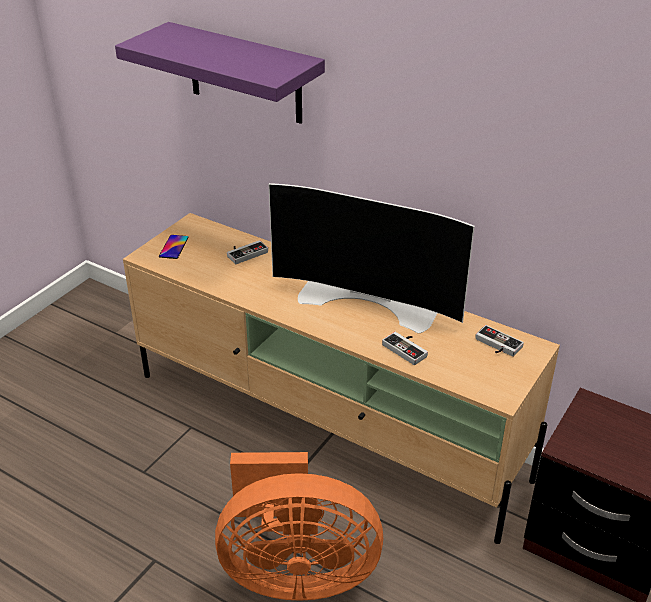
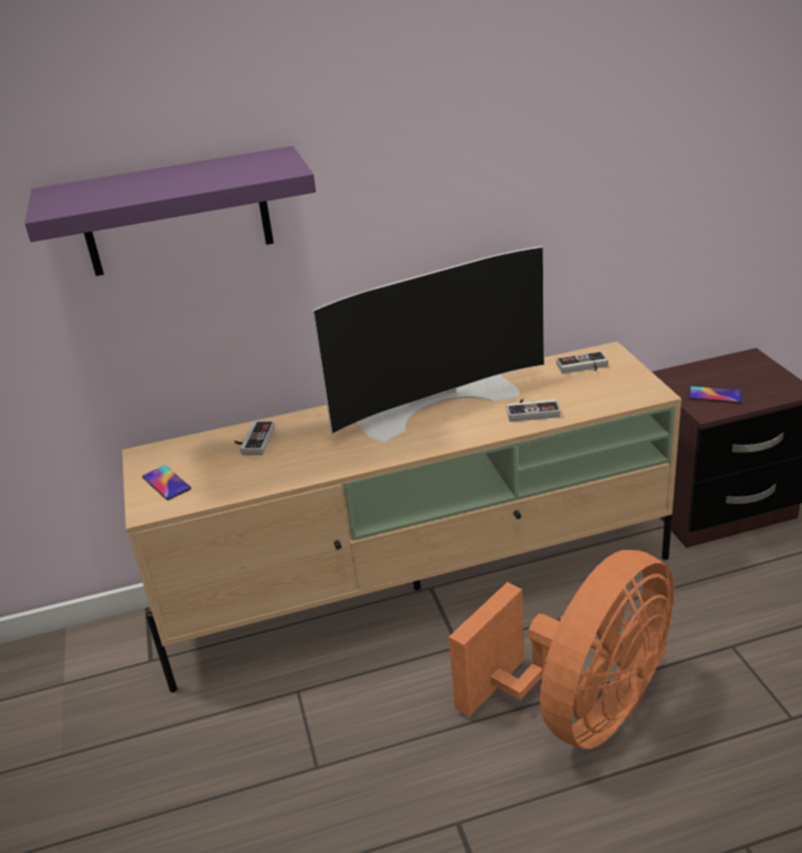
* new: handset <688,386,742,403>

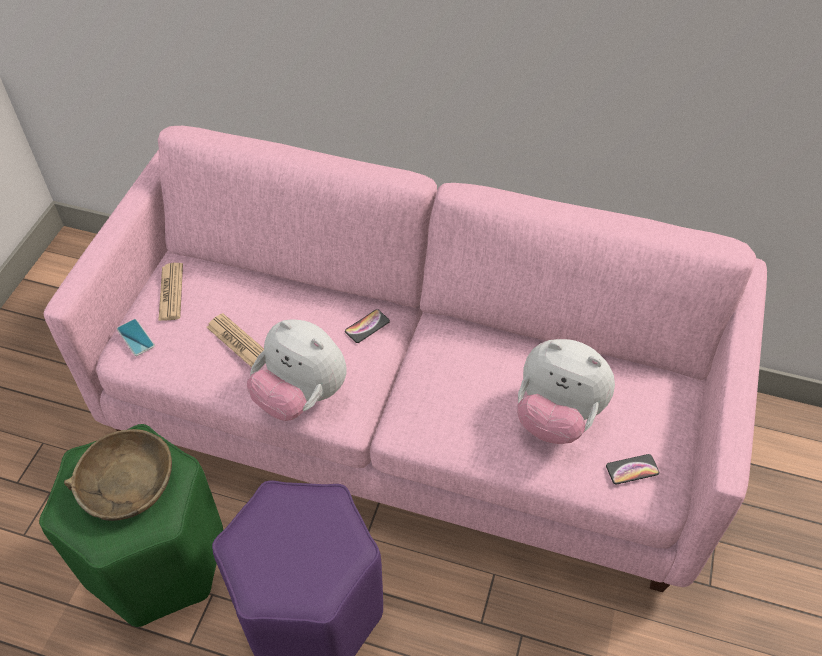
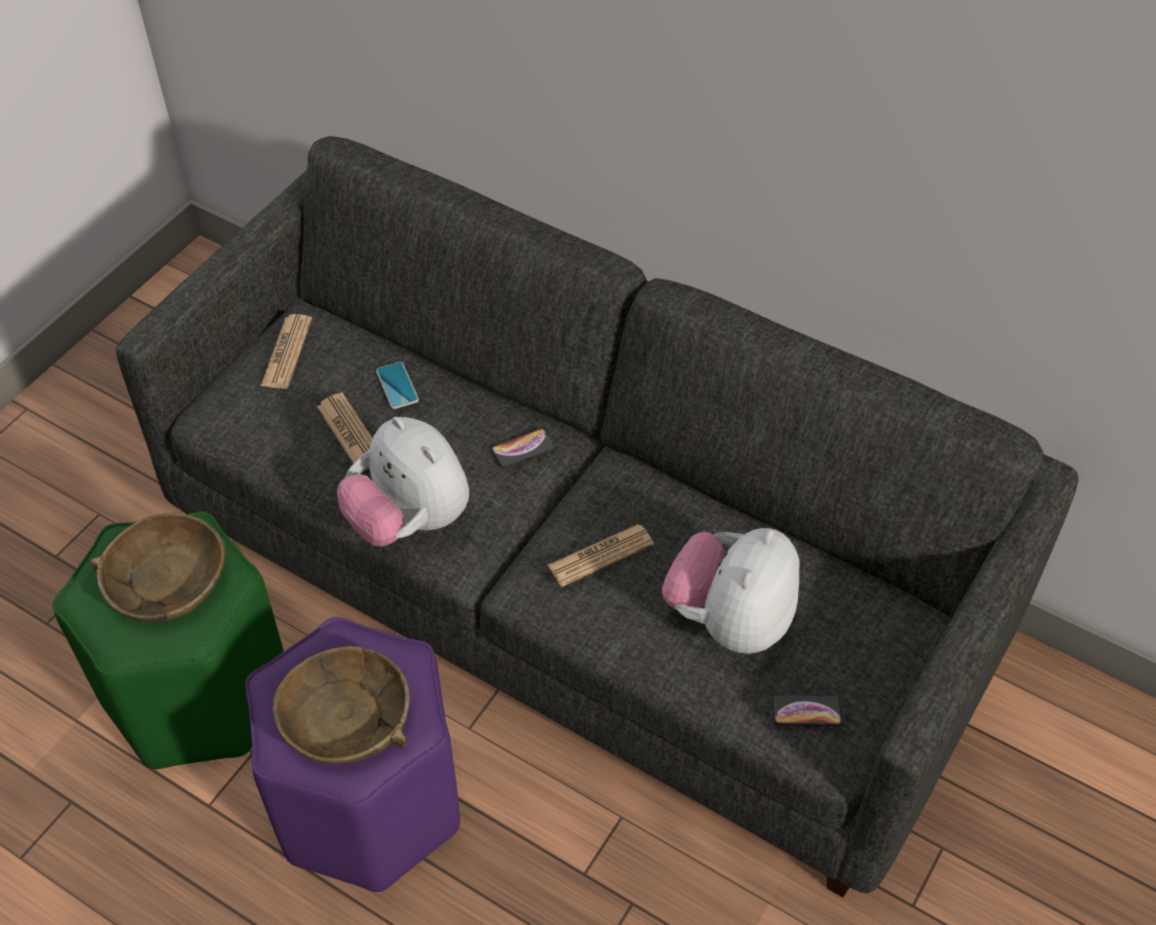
* new: brown deep dish <272,646,410,764>
* new: daily paper <548,524,654,587>
* shifted: handset <117,319,155,356> to <376,362,419,409>
* repainted: pink settee <44,126,767,592> to gray settee <116,136,1079,897>
* rotated: cuddly toy <517,339,615,444> = <662,528,800,654> 75 degrees clockwise

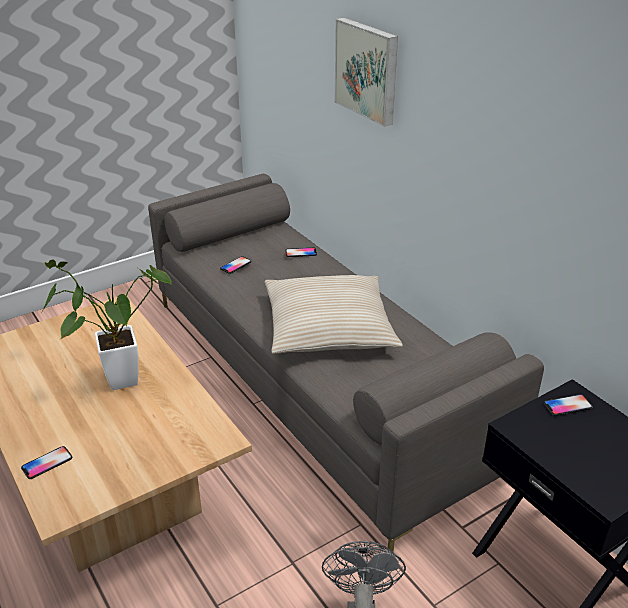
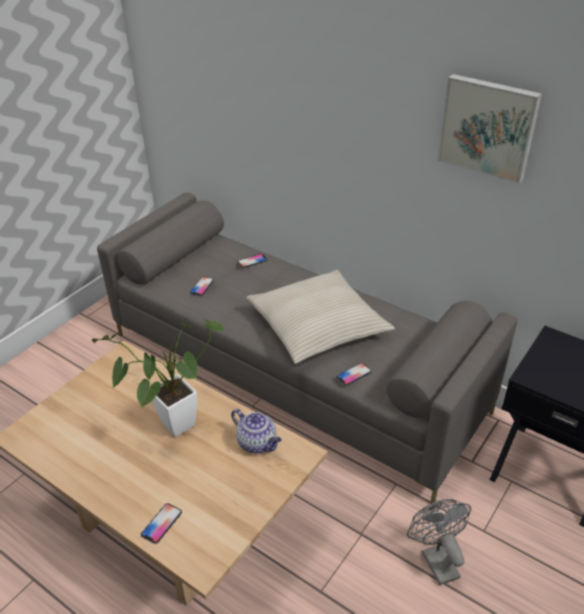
* new: teapot <231,409,282,454>
* shifted: picture <335,18,398,127> to <437,74,542,184>
* shifted: handset <543,394,593,416> to <337,363,372,386>

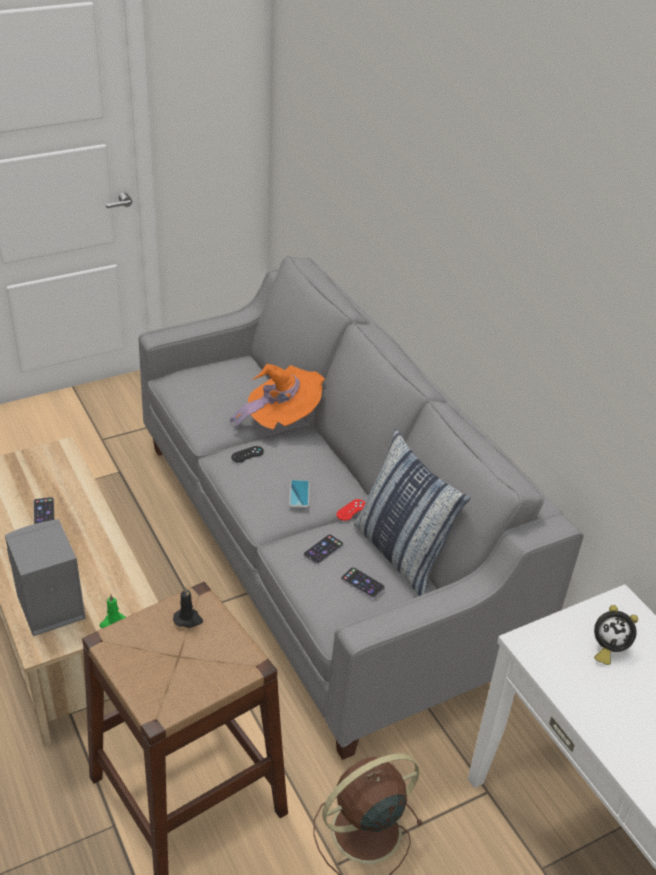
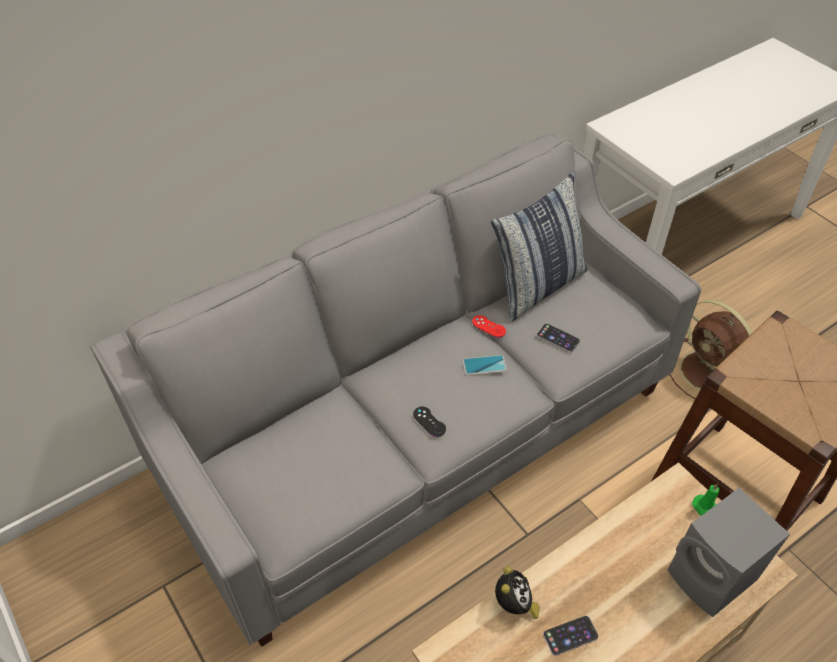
* gone: black-coloured wax candle <173,586,203,628>
* gone: orangey hat <230,364,325,430>
* gone: handset <341,567,385,599>
* shifted: bedside clock <594,605,638,665> to <495,566,539,619>

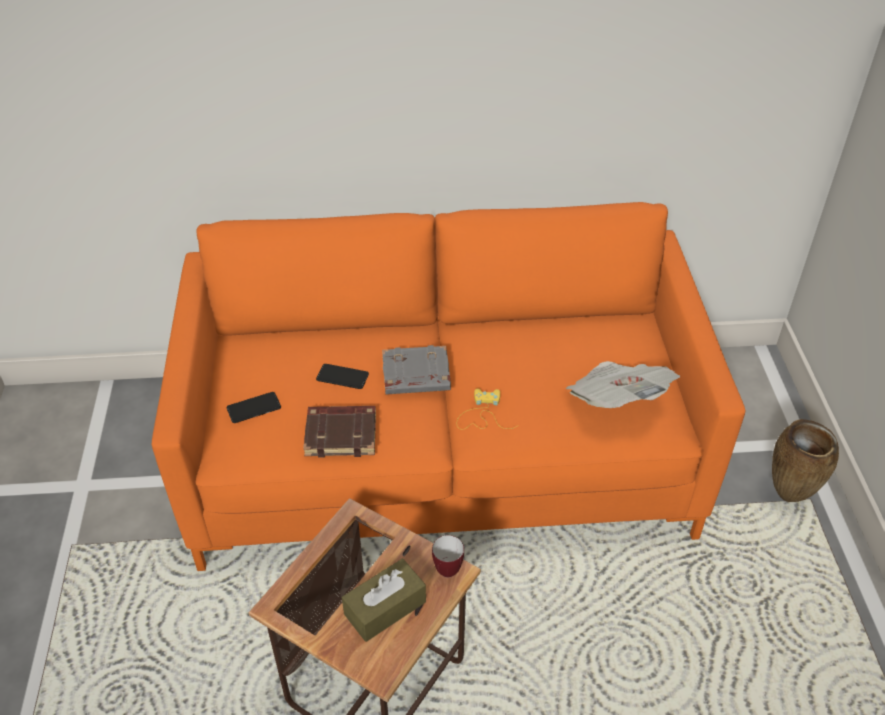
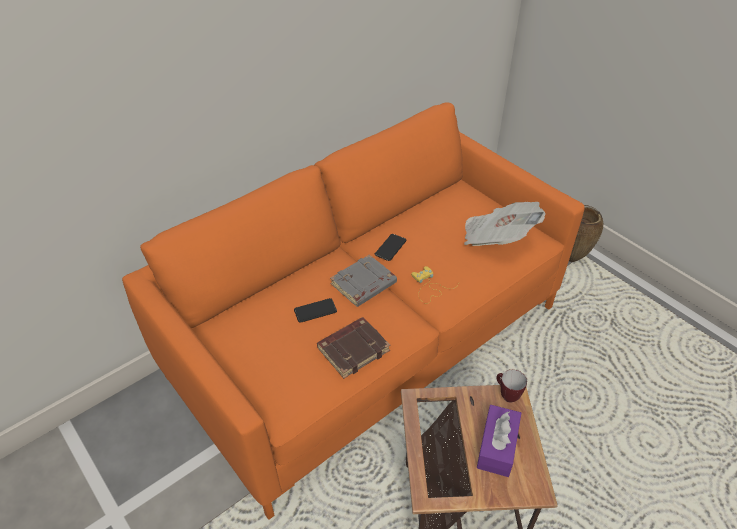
* shifted: handset <227,392,281,423> to <375,234,407,261>
* repainted: brown box of tissues <342,559,426,642> to purplish box of tissues <477,405,521,477>

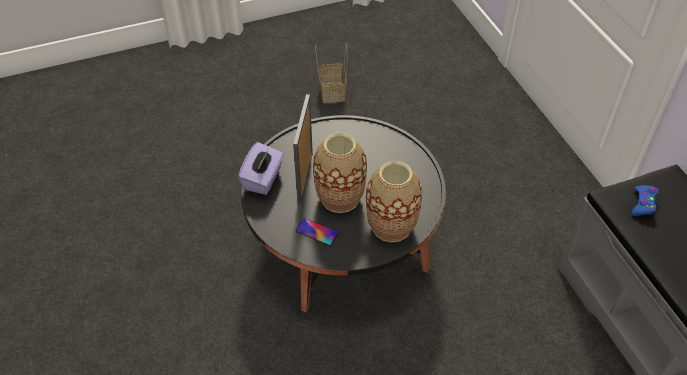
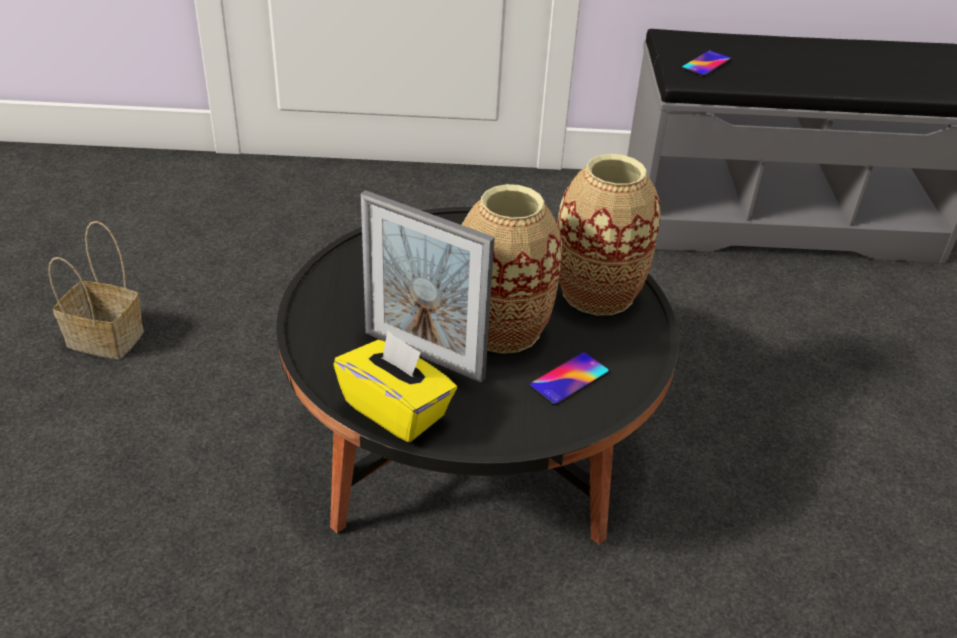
* swapped: bluish gamepad <632,185,659,216> to handset <681,50,731,76>
* repainted: purplish box of tissues <238,142,284,195> to yellow-coloured box of tissues <333,331,457,442>

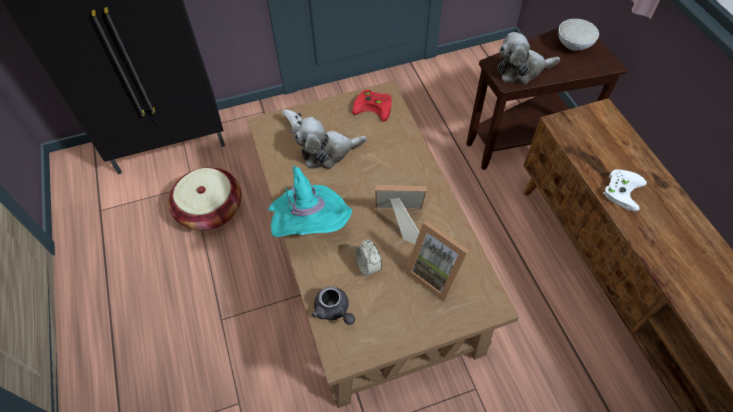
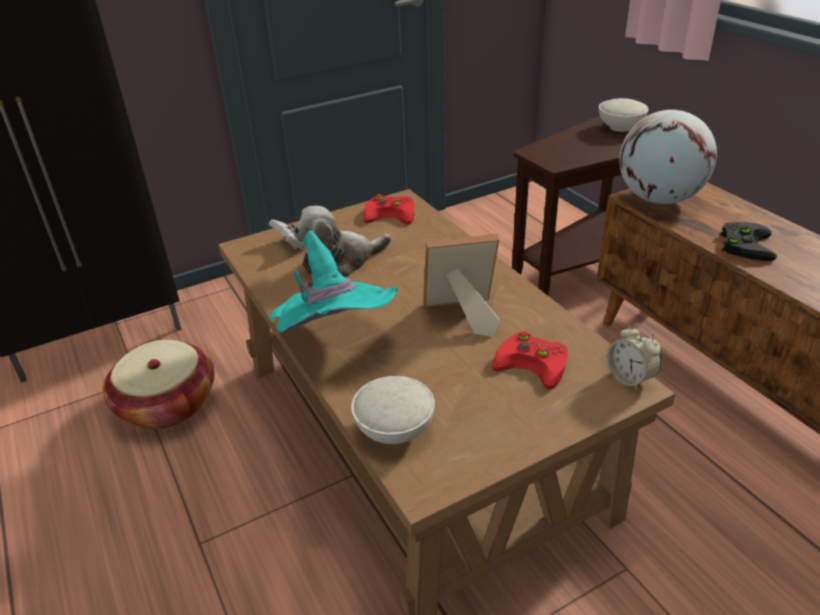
* gone: cuddly toy <497,32,560,84>
* new: globe <619,110,717,204>
* shifted: bedside clock <355,240,382,277> to <607,324,661,391>
* swapped: gray teapot <312,286,355,325> to white deep dish <351,376,435,444>
* swapped: picture frame <404,221,470,302> to red-coloured gamepad <492,331,568,390>
* repainted: white gamepad <603,169,647,211> to black-coloured gamepad <720,222,777,261>

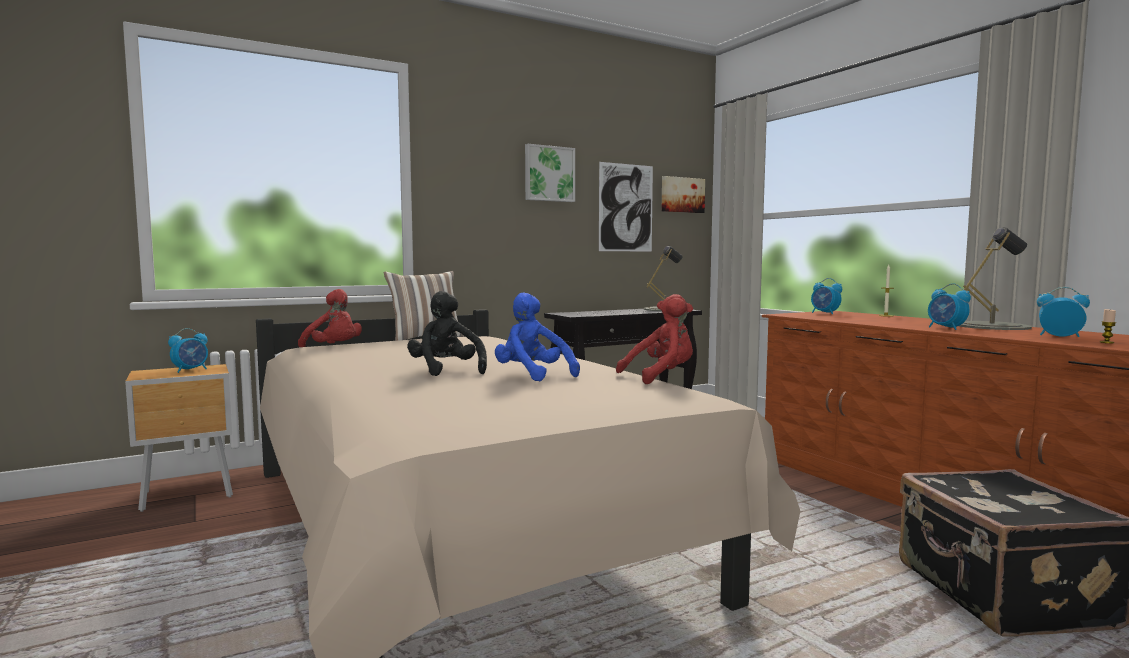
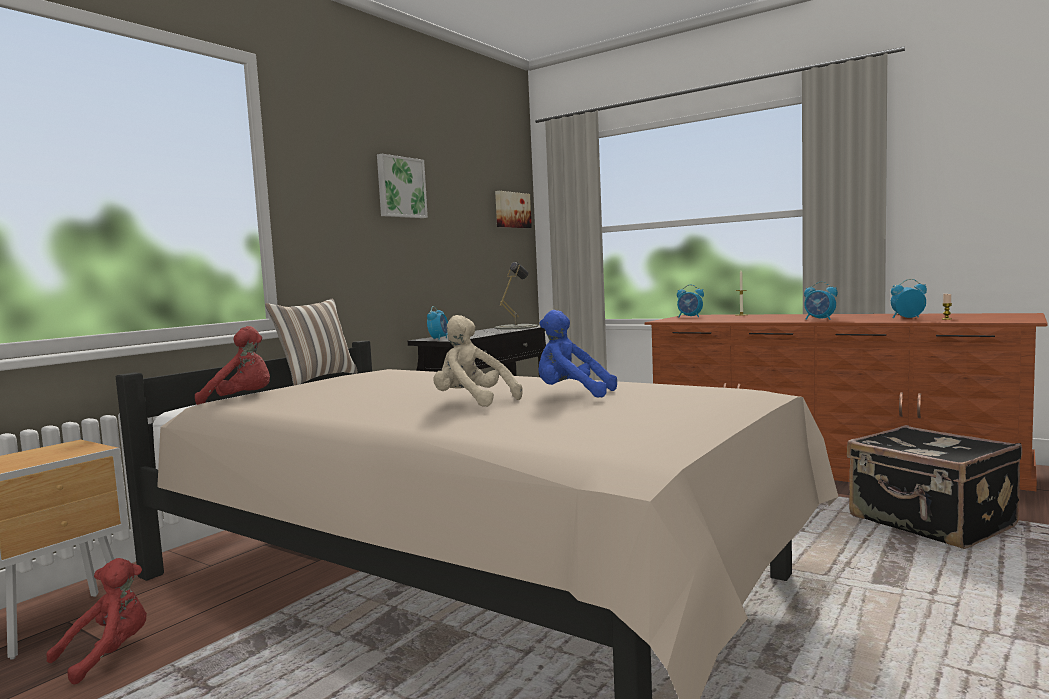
* gone: picture <599,162,653,252>
* gone: gray table lamp <959,227,1032,330>
* shifted: bedside clock <168,328,208,373> to <427,306,448,340>
* shifted: red-coloured cuddly toy <616,294,693,384> to <46,558,147,685>
* repainted: black-coloured cuddly toy <407,291,487,376> to beige cuddly toy <434,315,523,407>

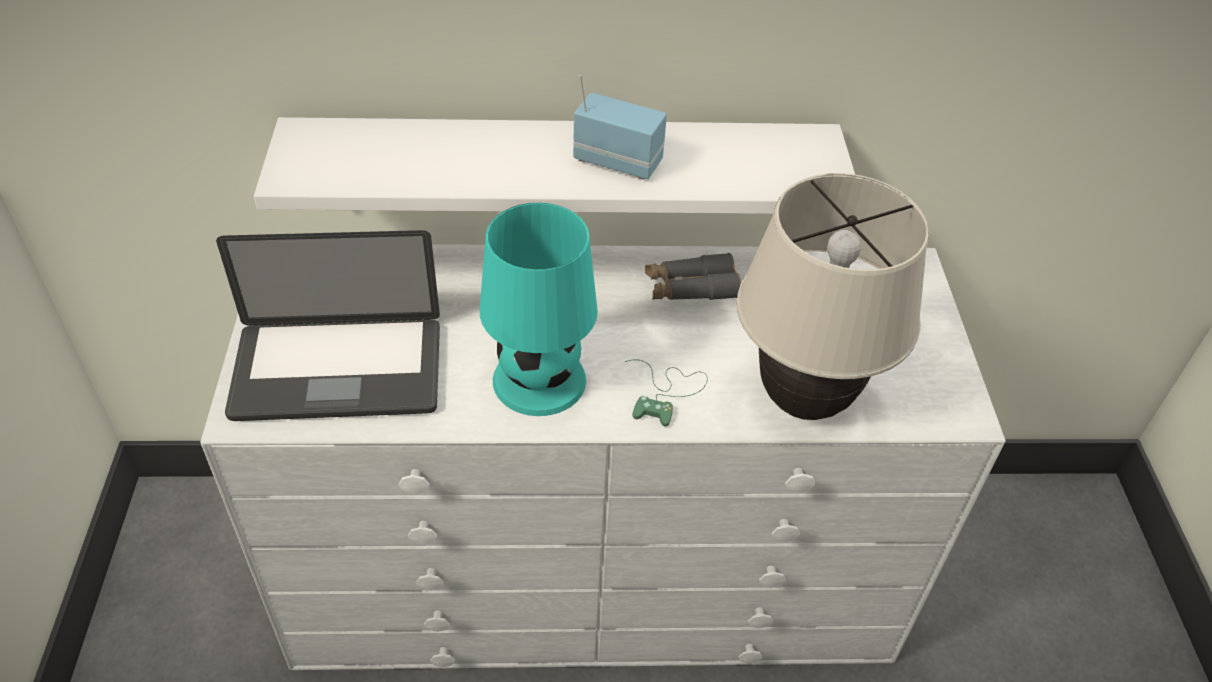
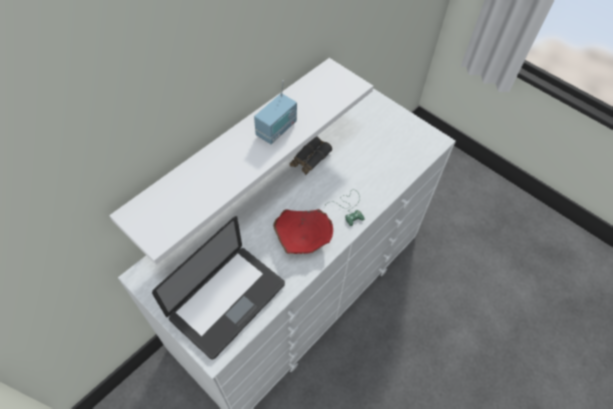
* gone: beige table lamp <737,173,929,420>
* swapped: blue-green table lamp <480,203,598,416> to red-coloured deep dish <273,209,333,254>
* rotated: radio set <573,75,667,180> = <254,80,297,144> 150 degrees clockwise

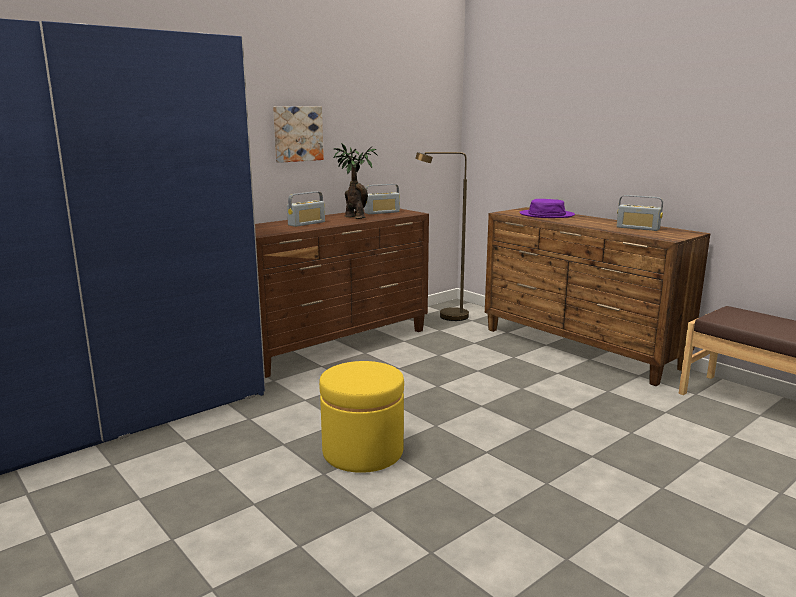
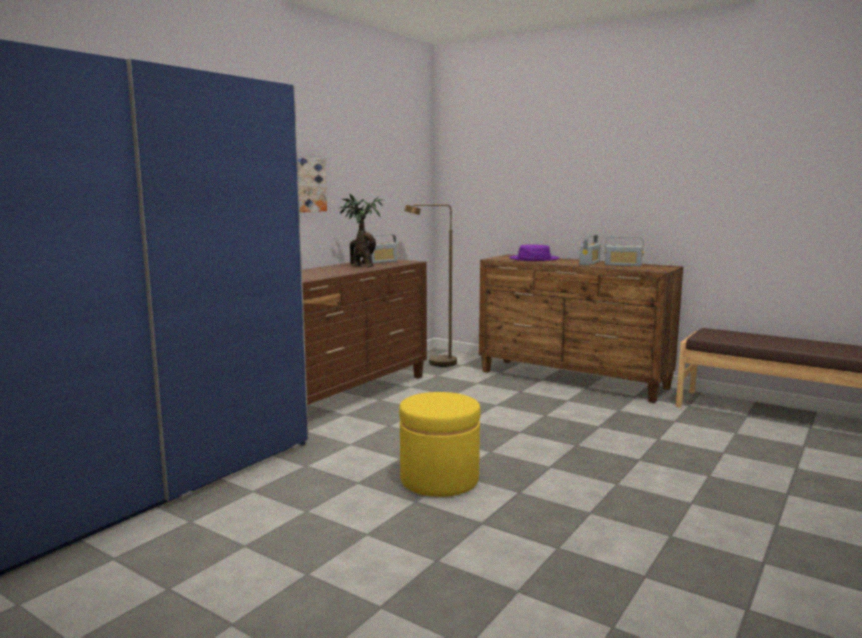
* shifted: radio set <287,191,325,227> to <579,235,601,265>

